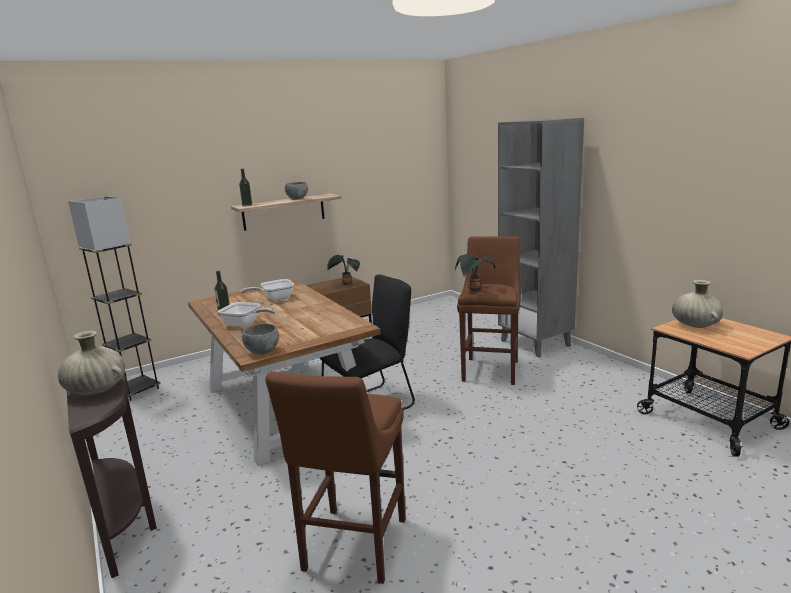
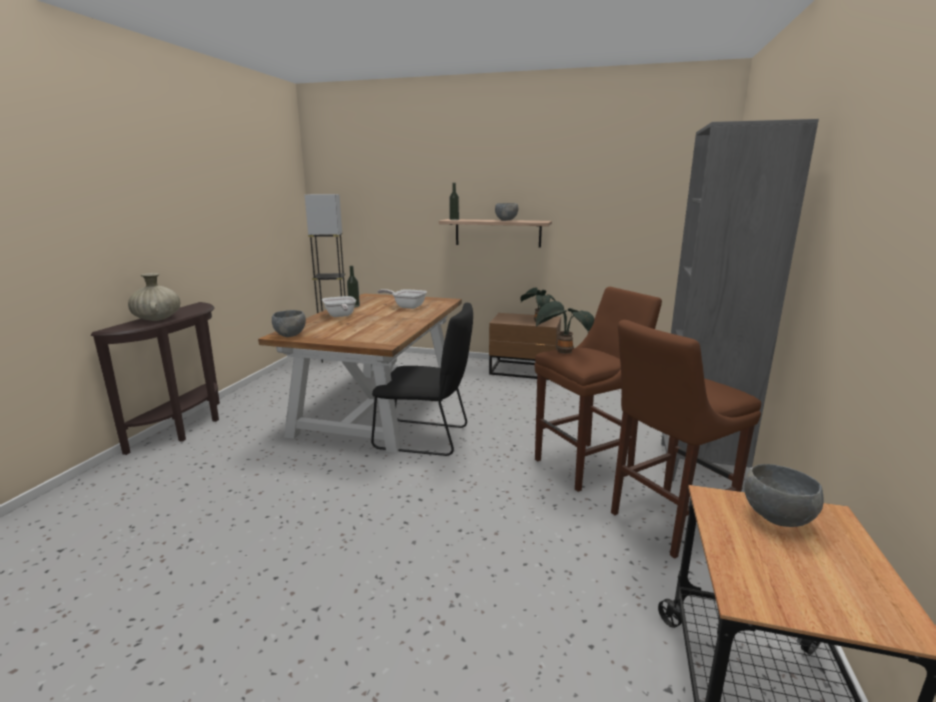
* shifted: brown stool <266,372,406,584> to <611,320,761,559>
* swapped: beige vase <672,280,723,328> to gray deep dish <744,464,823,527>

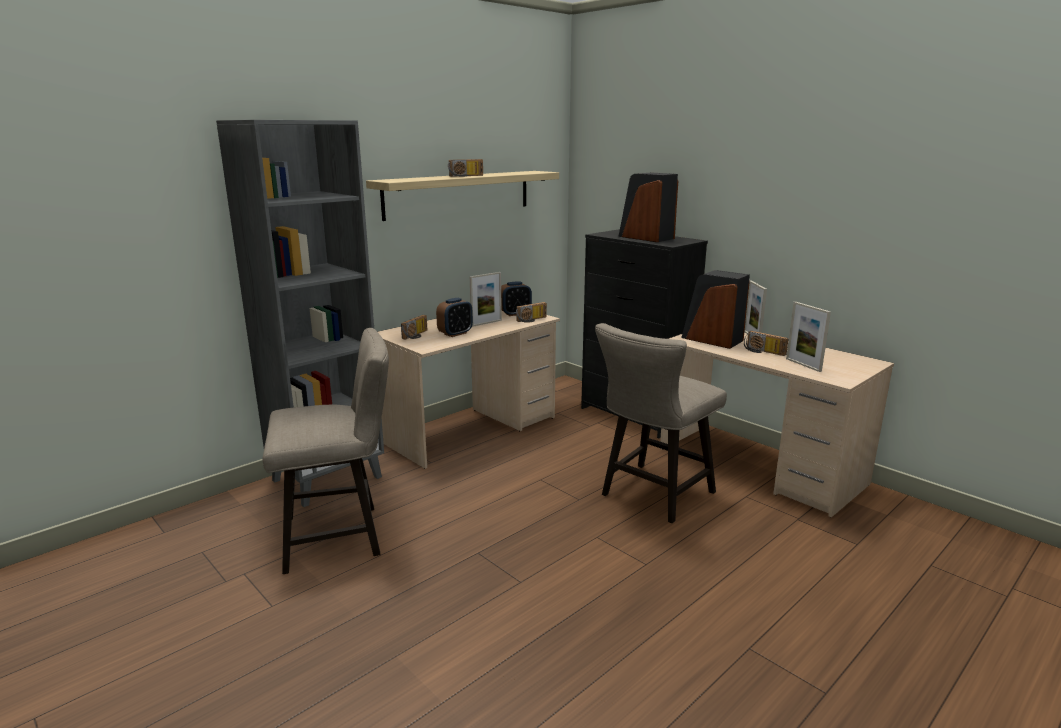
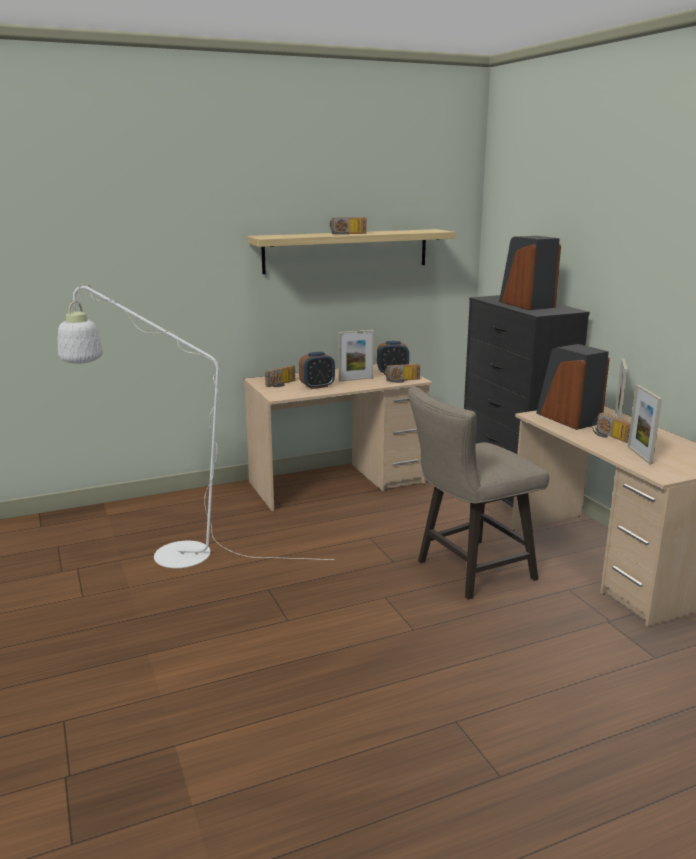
* gone: gray shelving unit <216,120,384,507>
* swapped: beige stool <263,328,389,574> to white standing lamp <58,284,335,568>

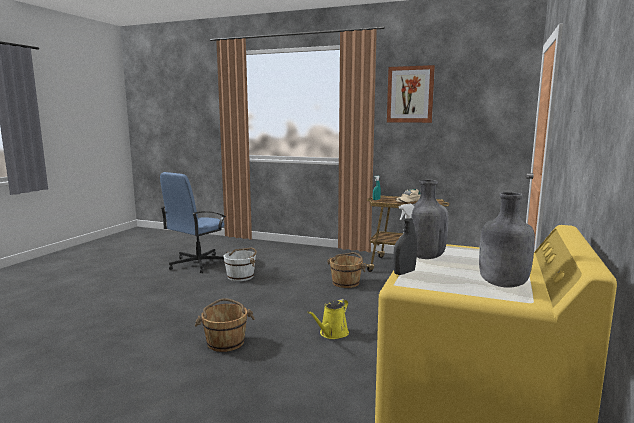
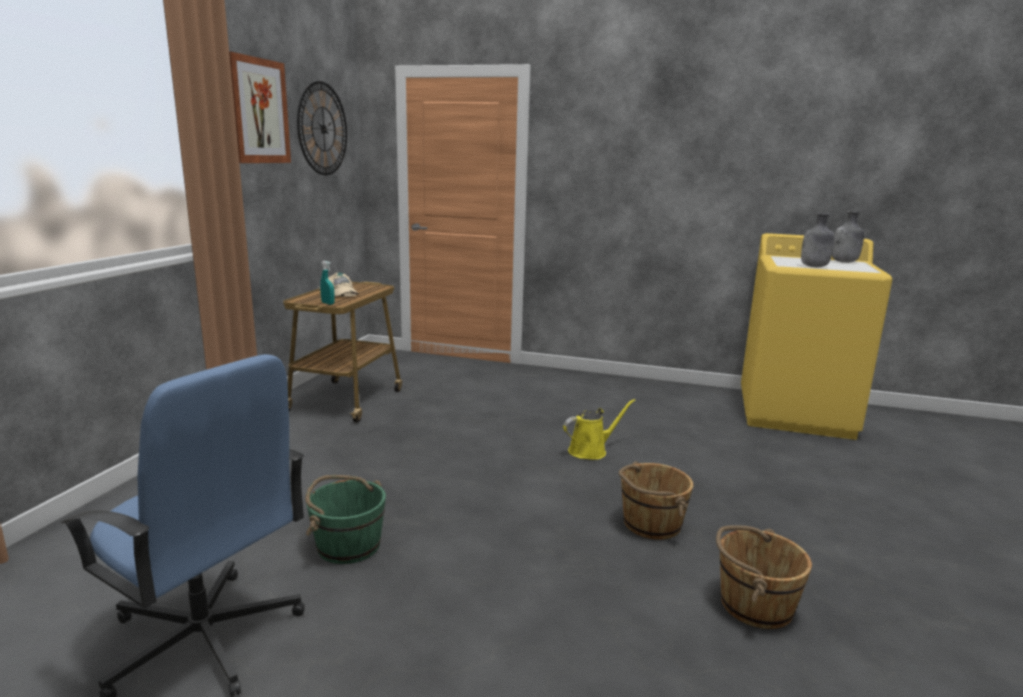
* gone: gray spray bottle <393,204,417,275>
* new: clock on the wall <297,81,347,175>
* shifted: brown pail <327,252,366,288> to <716,525,812,629>
* repainted: white pail <224,248,257,281> to green-coloured pail <305,475,386,564>
* rotated: yellow-coloured watering can <307,299,349,339> = <563,399,635,460> 60 degrees counterclockwise

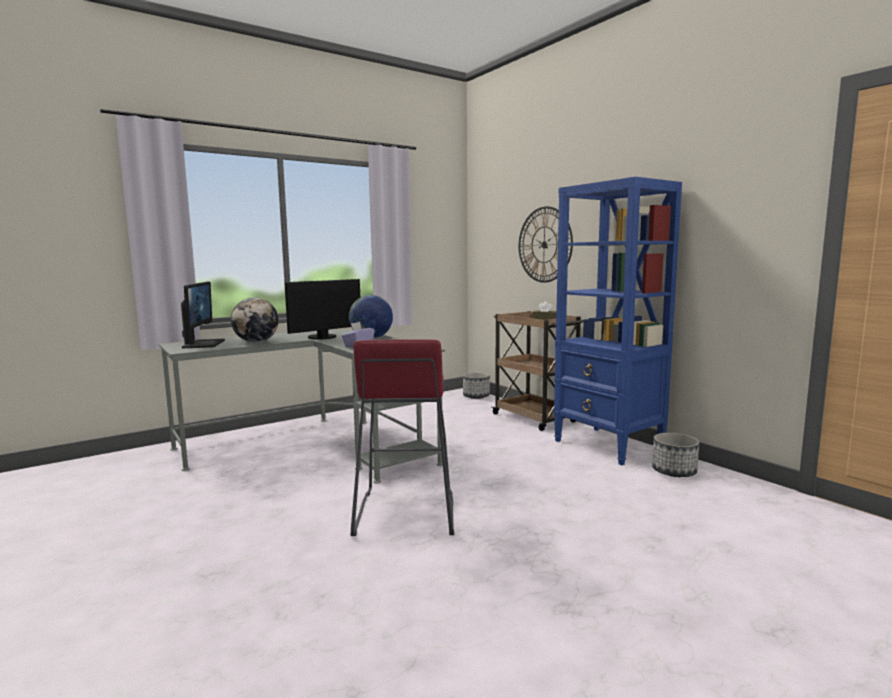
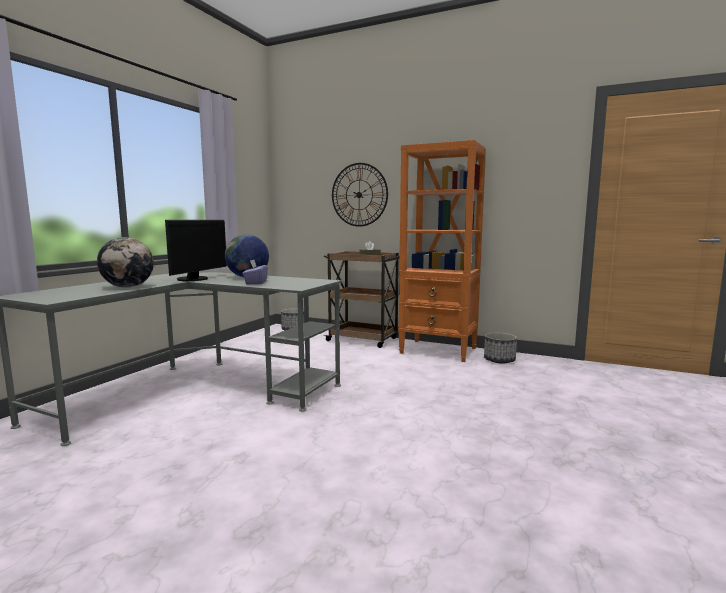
* gone: computer screen <181,282,225,348>
* gone: red-coloured stool <350,339,454,536>
* repainted: bluish shelving unit <553,177,682,465> to orangey shelving unit <398,140,486,362>

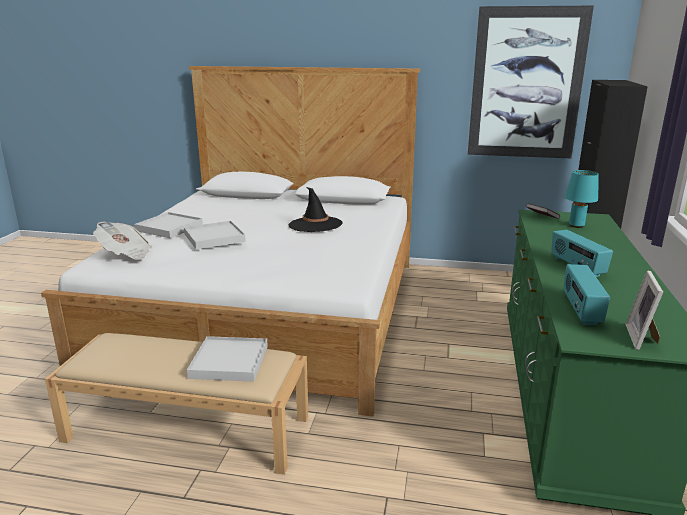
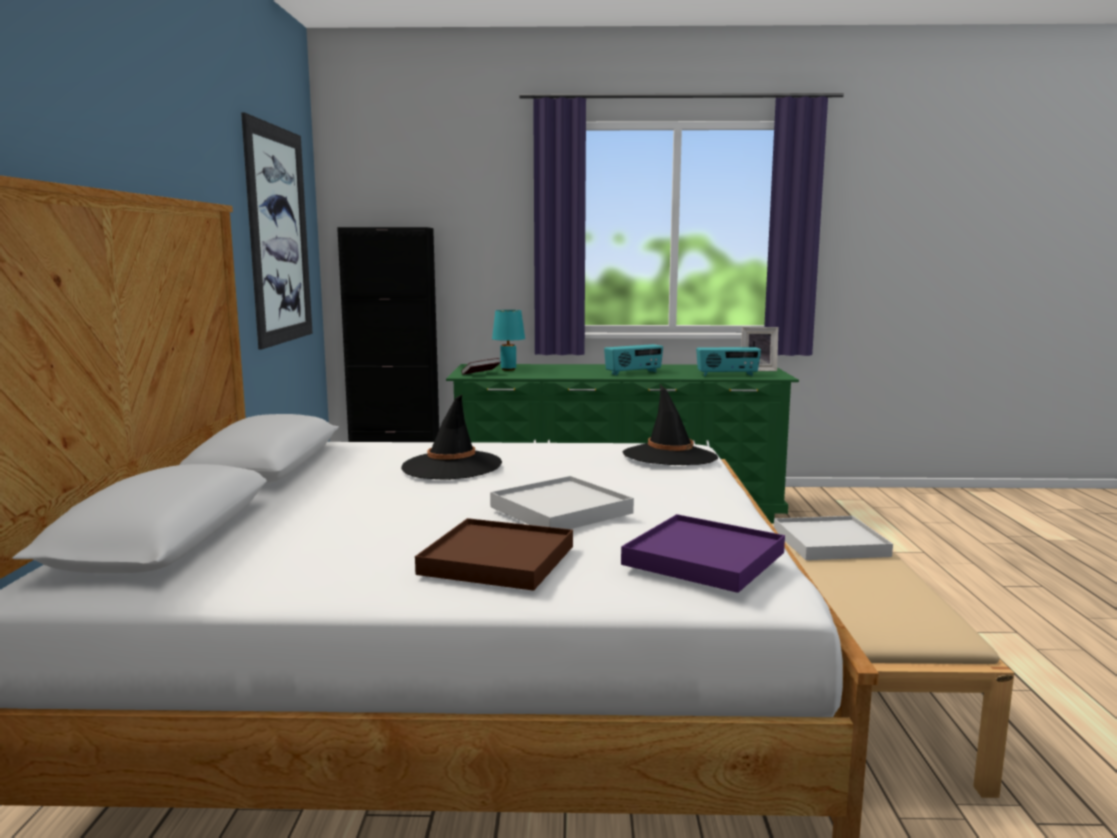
* new: black-coloured hat <623,385,718,465>
* swapped: daily paper <93,222,152,260> to purplish serving tray <621,514,785,593>
* repainted: white serving tray <134,212,203,238> to brown serving tray <415,518,573,591>

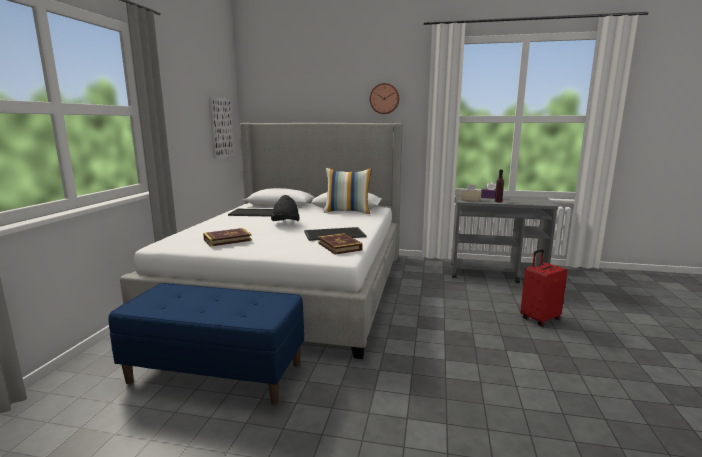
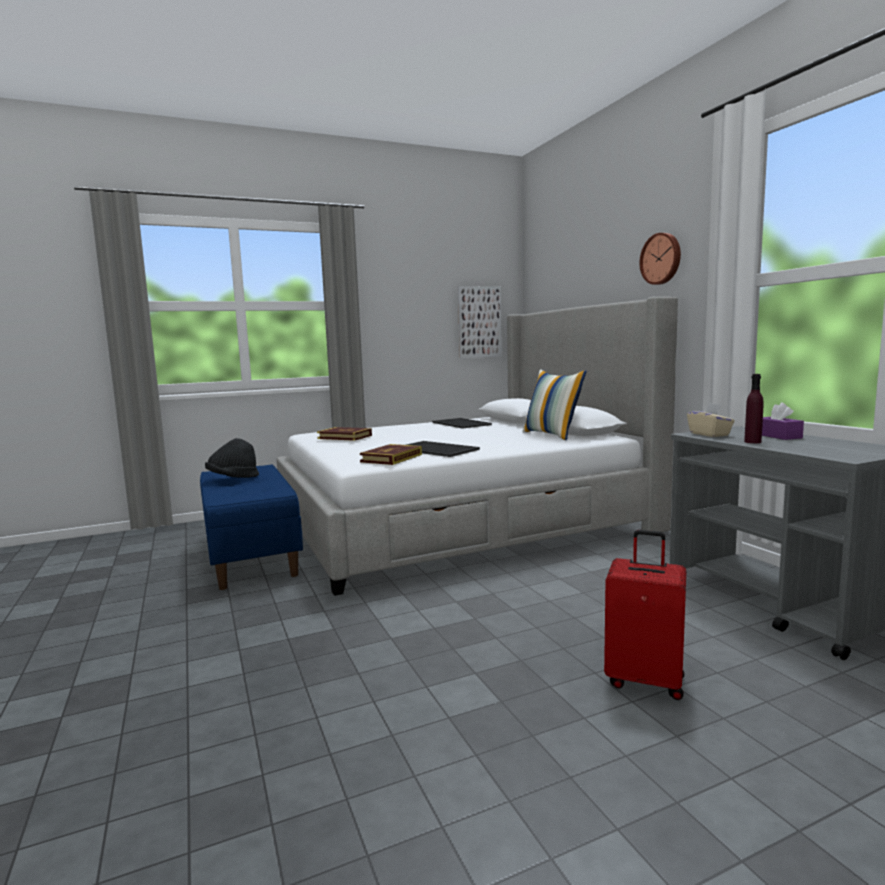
* shifted: black-coloured hat <271,195,299,221> to <205,438,259,478>

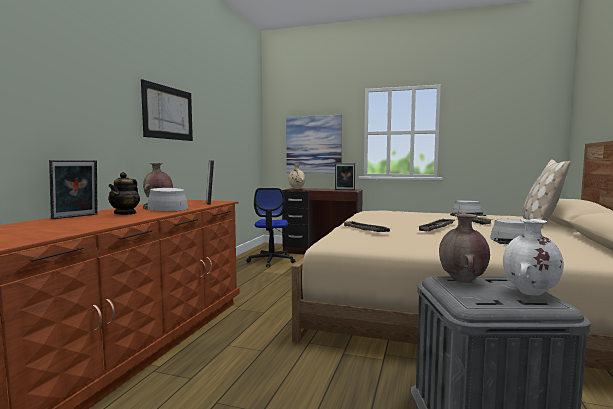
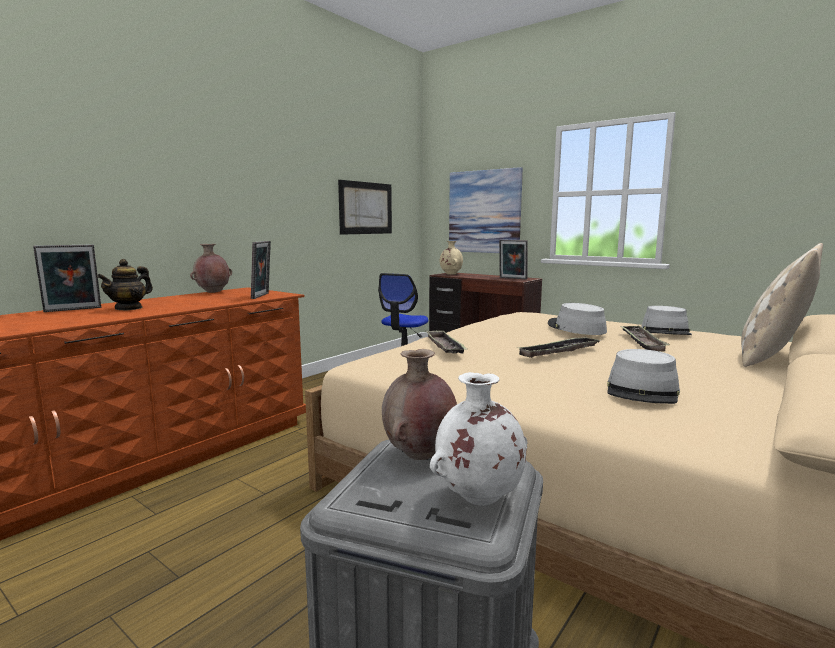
* shifted: picture <141,79,193,141> to <338,180,392,235>
* shifted: gray hat <143,188,188,211> to <548,303,607,335>

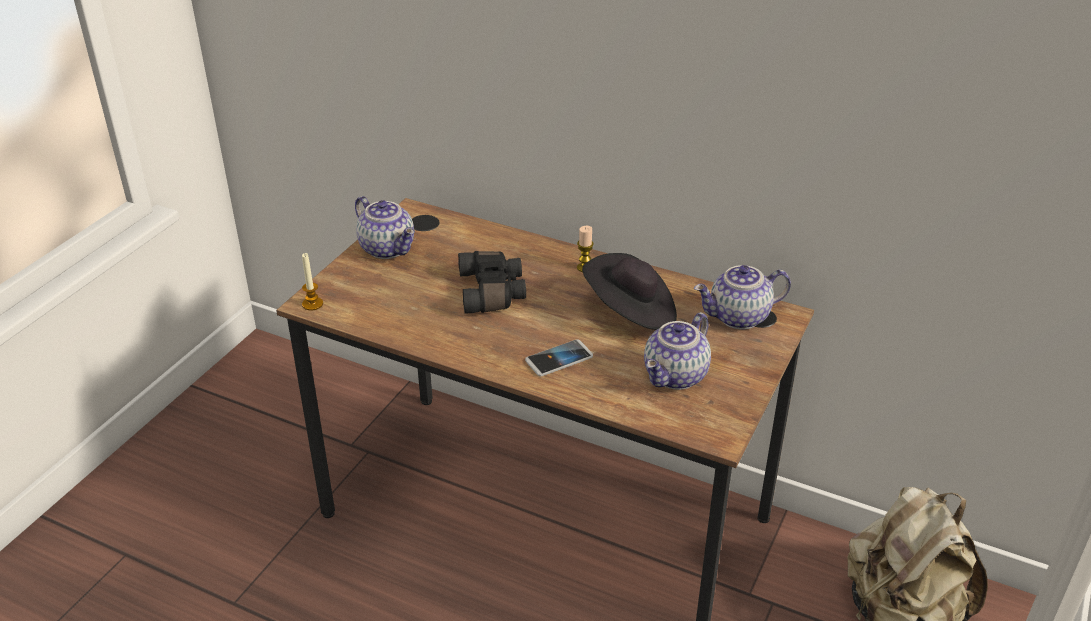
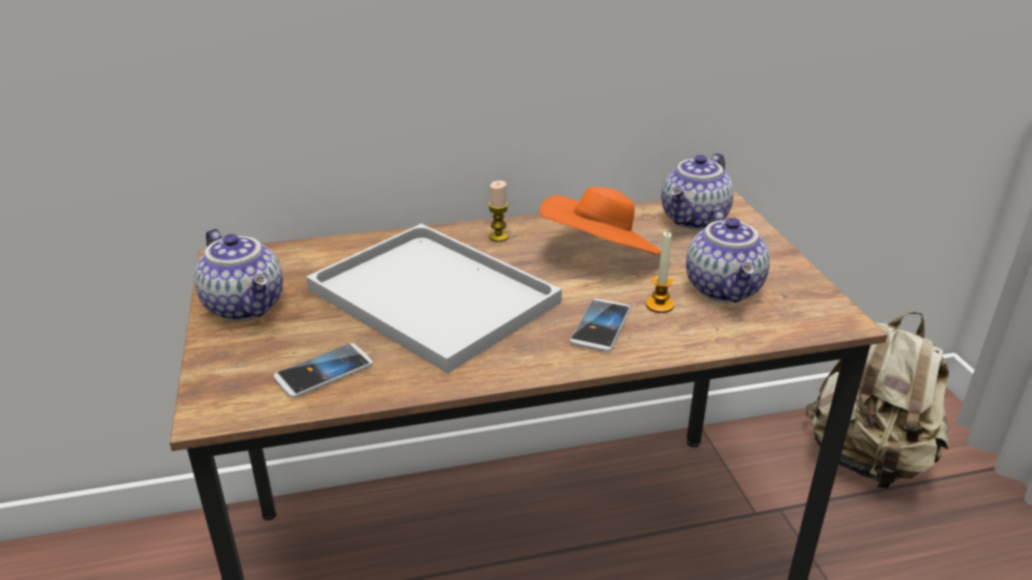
* new: handset <274,343,373,398>
* shifted: wax candle <302,253,323,311> to <646,232,674,313>
* swapped: black-coloured binoculars <458,251,526,313> to white serving tray <306,224,562,374>
* repainted: black-coloured hat <582,253,677,330> to orangey hat <539,187,661,255>
* rotated: teapot <355,196,415,259> = <194,228,283,321> 45 degrees clockwise

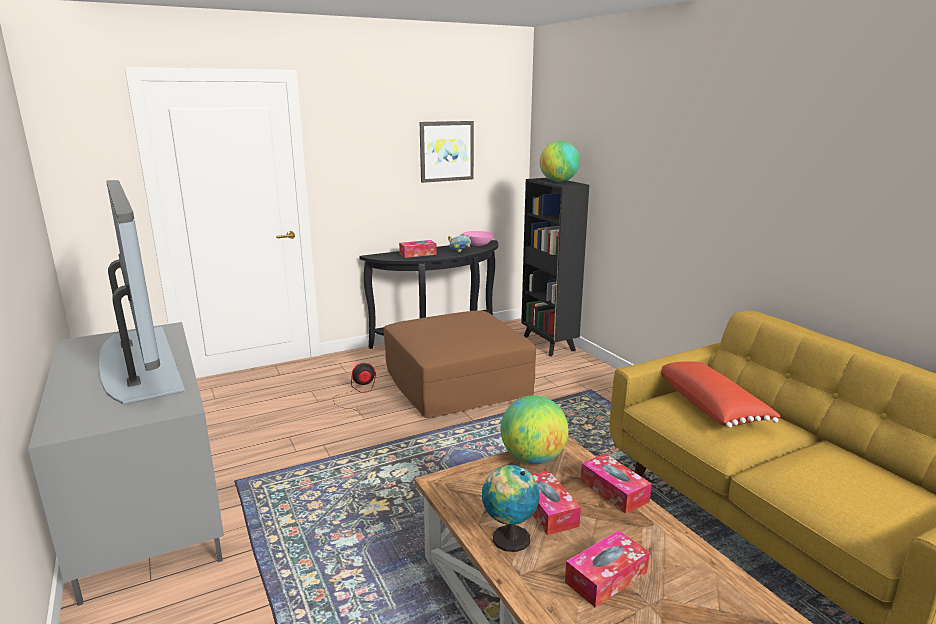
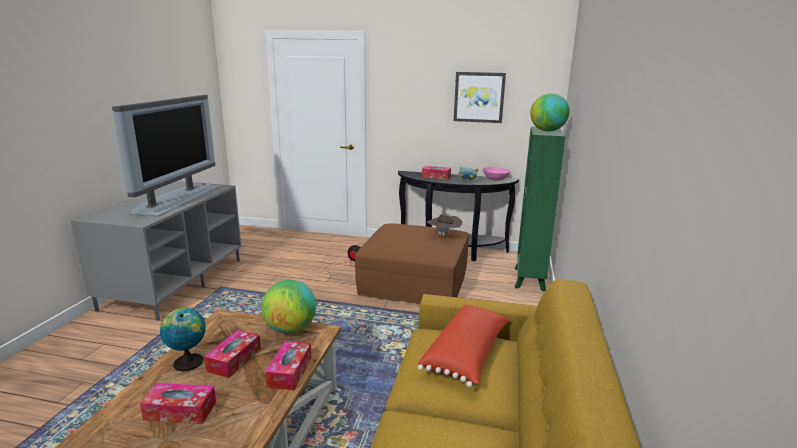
* new: brown hat <427,213,462,236>
* repainted: black-coloured shelving unit <521,178,589,356> to green-coloured shelving unit <515,127,565,291>

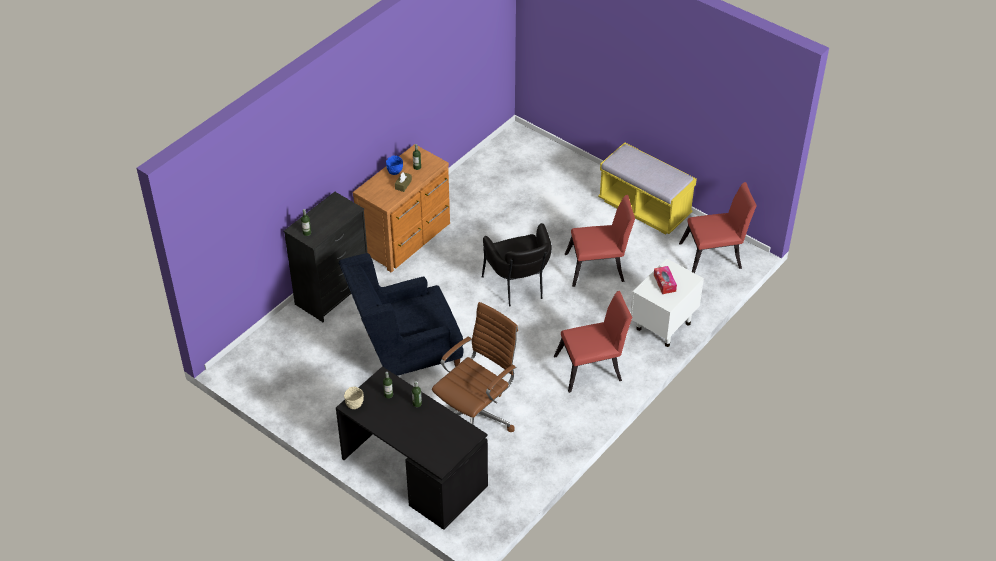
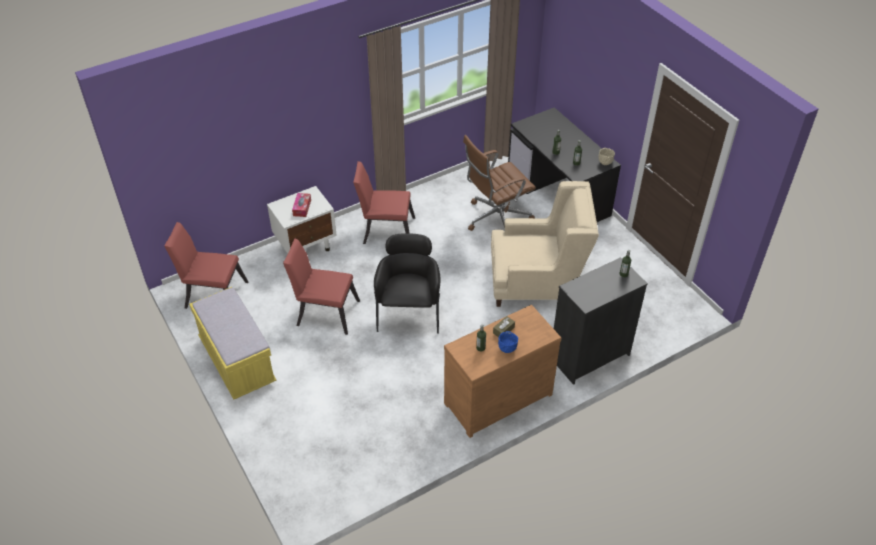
* repainted: bluish lounge chair <339,253,464,376> to beige lounge chair <491,181,599,307>

